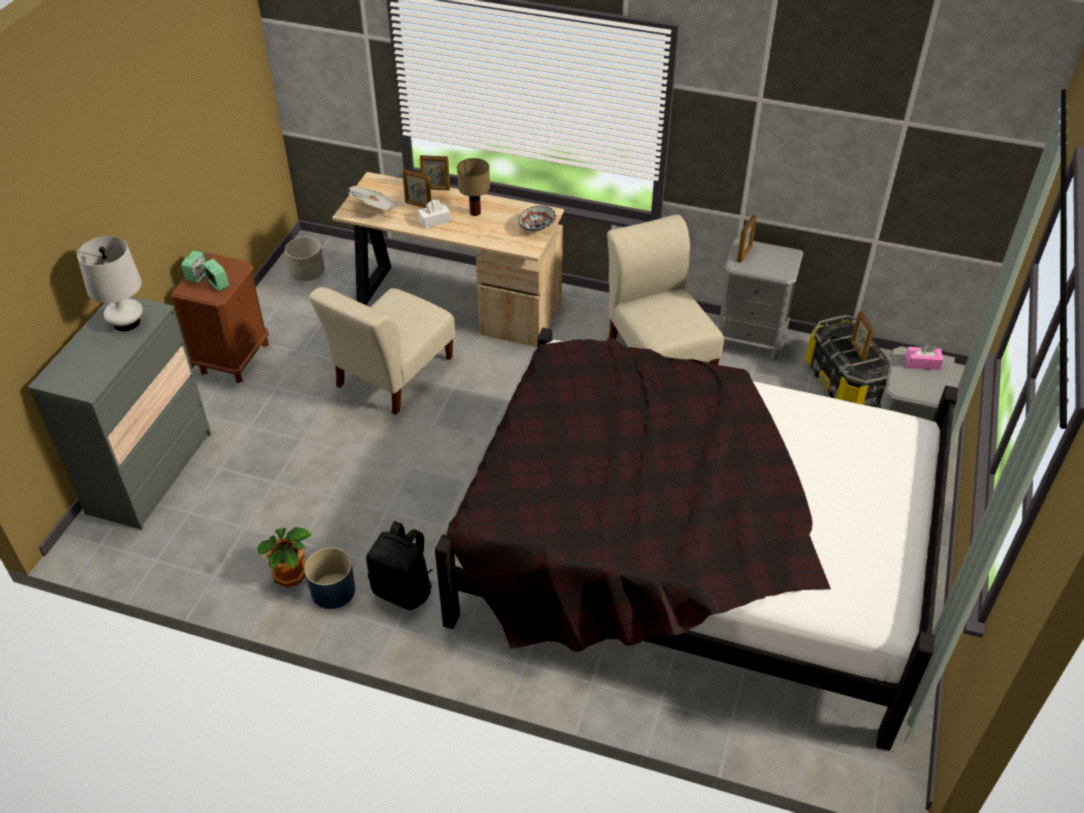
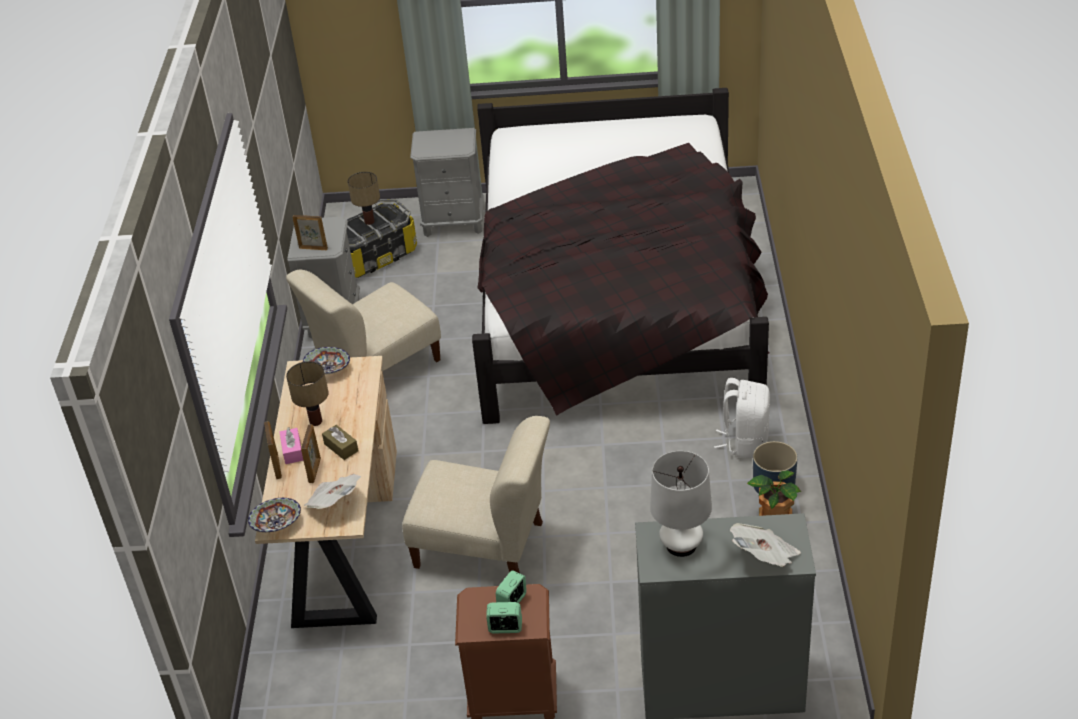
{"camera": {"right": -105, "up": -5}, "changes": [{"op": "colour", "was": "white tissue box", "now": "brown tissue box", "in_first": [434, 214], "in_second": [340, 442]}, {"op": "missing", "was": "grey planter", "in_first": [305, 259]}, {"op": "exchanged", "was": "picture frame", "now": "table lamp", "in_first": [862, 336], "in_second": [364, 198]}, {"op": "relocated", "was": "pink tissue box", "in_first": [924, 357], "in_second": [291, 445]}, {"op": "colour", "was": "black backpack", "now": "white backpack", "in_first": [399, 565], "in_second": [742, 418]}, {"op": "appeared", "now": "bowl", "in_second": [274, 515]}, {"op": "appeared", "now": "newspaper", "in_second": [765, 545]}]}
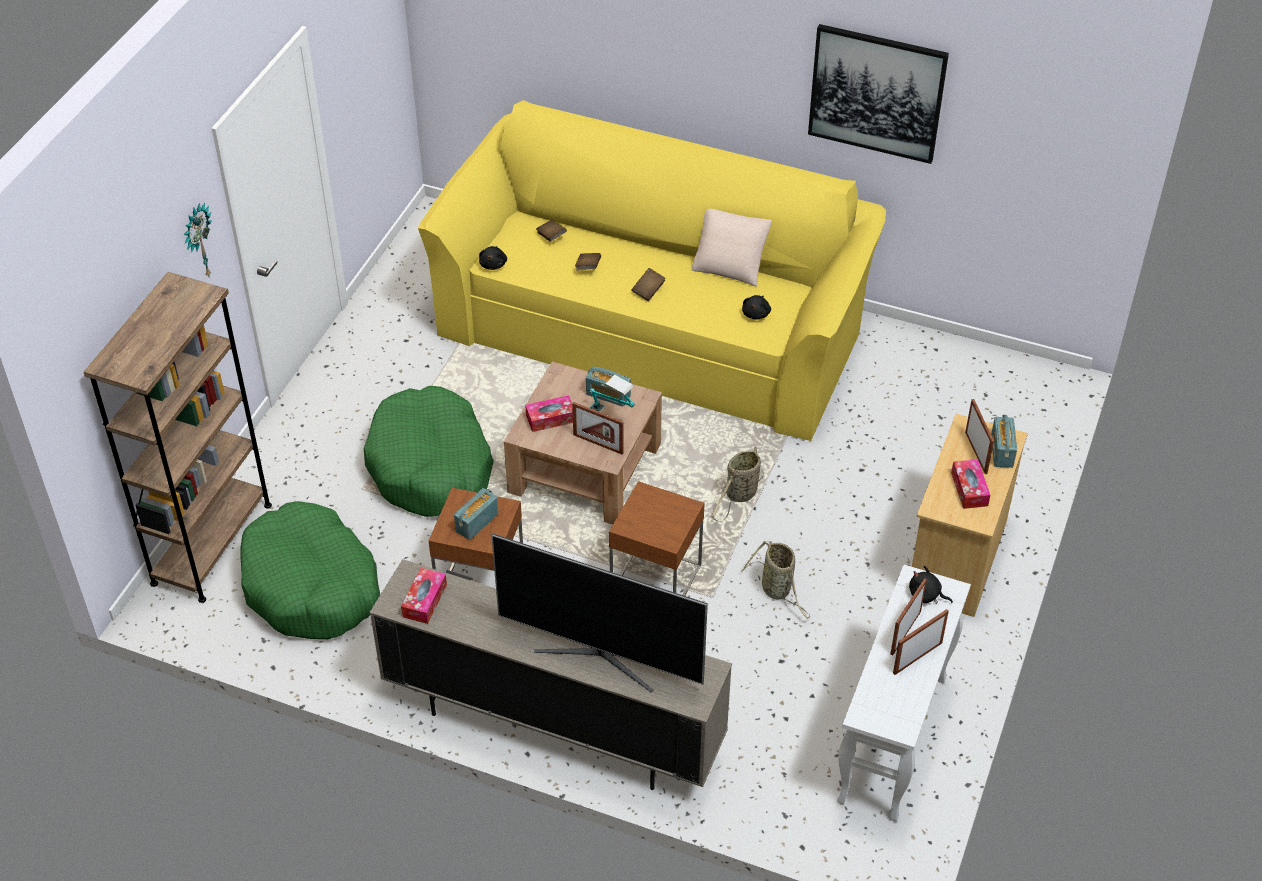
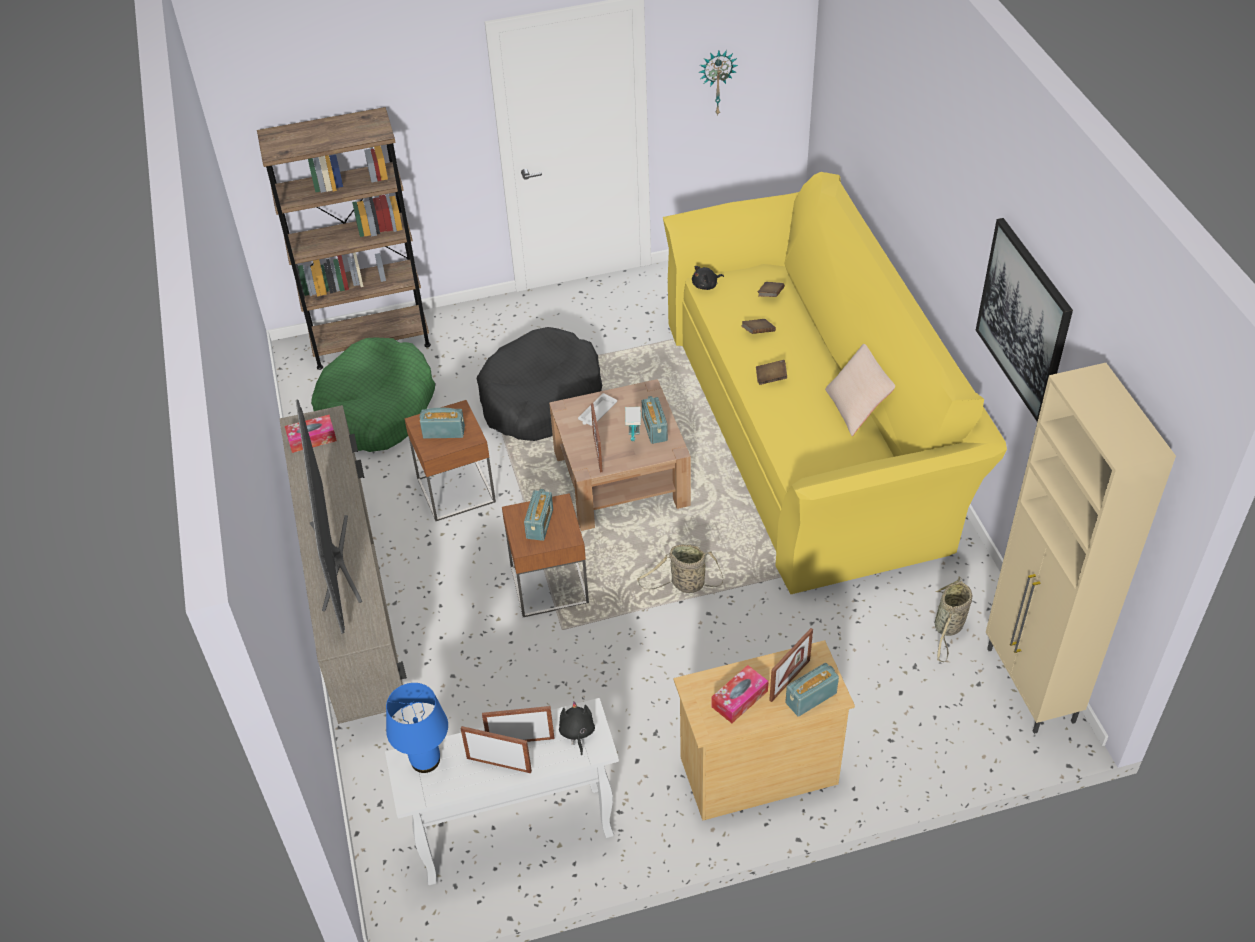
{"camera": {"right": 55, "up": 0}, "changes": [{"op": "relocated", "was": "wall clock", "in_first": [198, 240], "in_second": [718, 83]}, {"op": "missing", "was": "black plush toy", "in_first": [756, 307]}, {"op": "colour", "was": "green dog bed", "now": "black dog bed", "in_first": [429, 451], "in_second": [539, 384]}, {"op": "exchanged", "was": "tissue box", "now": "white tray", "in_first": [549, 413], "in_second": [597, 409]}, {"op": "relocated", "was": "basket", "in_first": [775, 580], "in_second": [953, 619]}, {"op": "appeared", "now": "beige cabinet", "in_second": [1081, 548]}, {"op": "appeared", "now": "radio", "in_second": [538, 515]}, {"op": "appeared", "now": "blue table lamp", "in_second": [417, 728]}]}
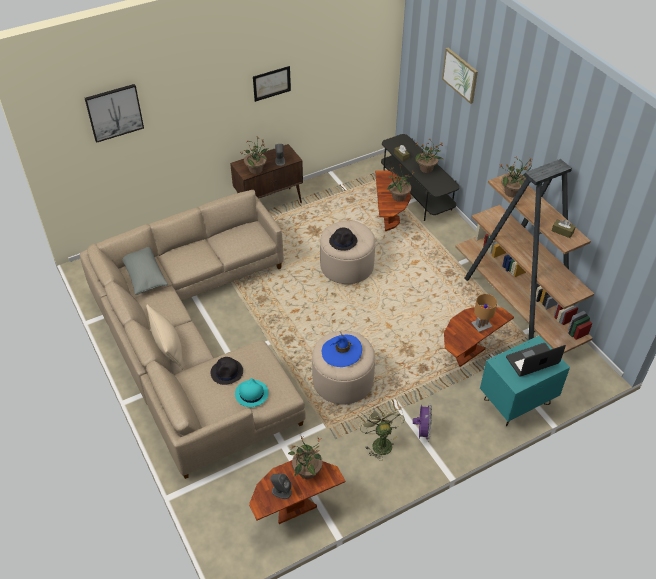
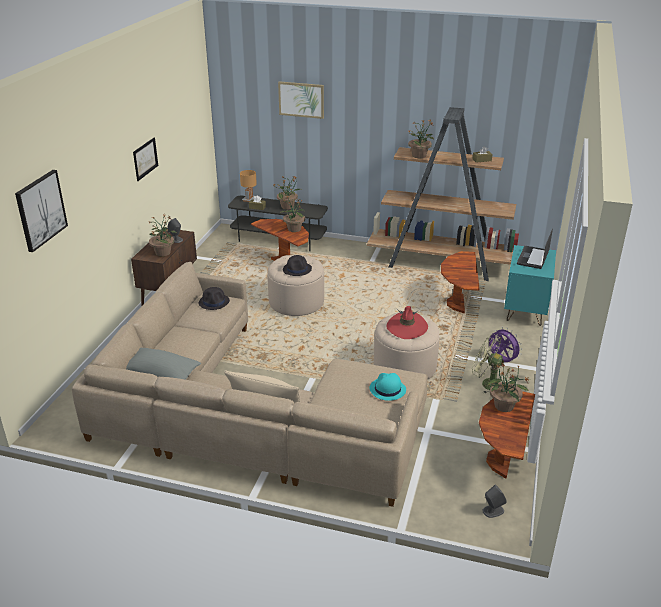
{"camera": {"right": -45, "up": -15}, "changes": [{"op": "relocated", "was": "brown table lamp", "in_first": [484, 313], "in_second": [248, 186]}, {"op": "colour", "was": "blue hat", "now": "red hat", "in_first": [342, 349], "in_second": [407, 322]}, {"op": "relocated", "was": "black hat", "in_first": [226, 371], "in_second": [214, 298]}, {"op": "relocated", "was": "grey speaker", "in_first": [281, 486], "in_second": [494, 501]}]}
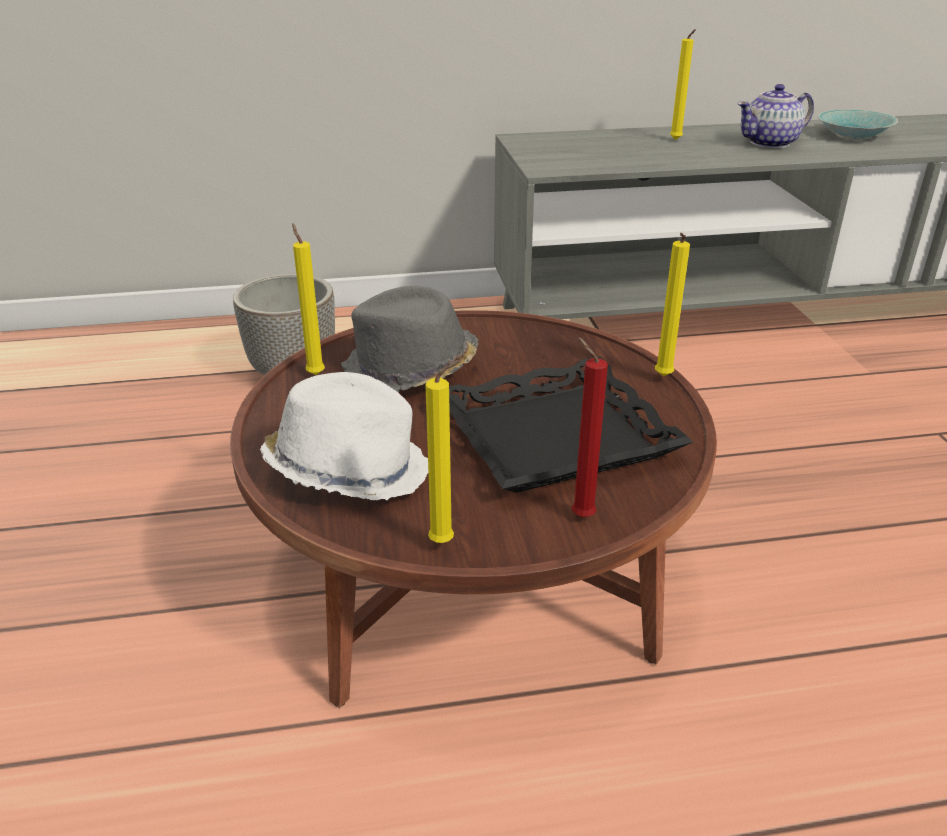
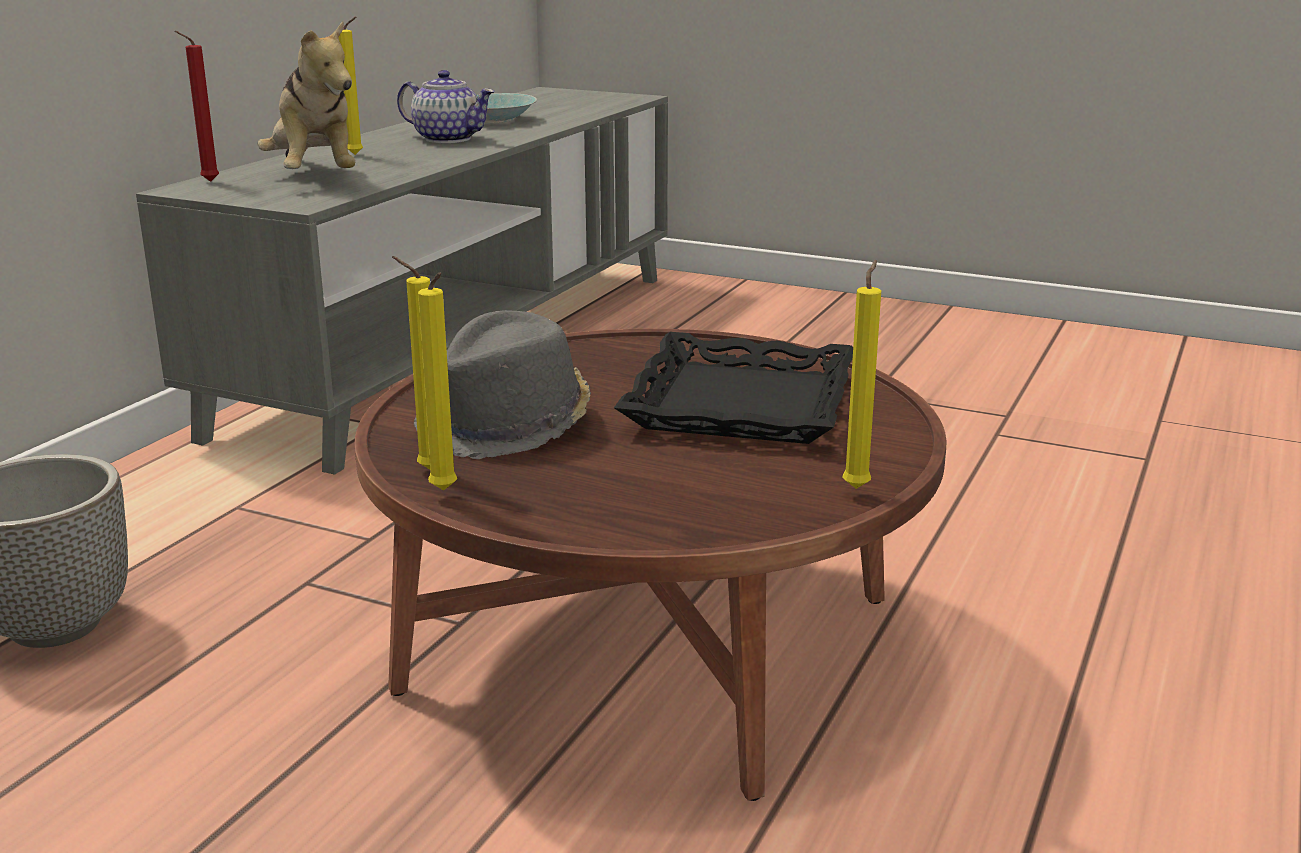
{"camera": {"right": -55, "up": -10}, "changes": [{"op": "spun", "was": "teapot", "in_first": [776, 116], "in_second": [446, 106], "clockwise": -75}, {"op": "relocated", "was": "yellow candle", "in_first": [672, 304], "in_second": [437, 381]}, {"op": "relocated", "was": "red candle", "in_first": [590, 427], "in_second": [197, 106]}, {"op": "missing", "was": "white hat", "in_first": [344, 436]}, {"op": "appeared", "now": "plush toy", "in_second": [306, 95]}]}
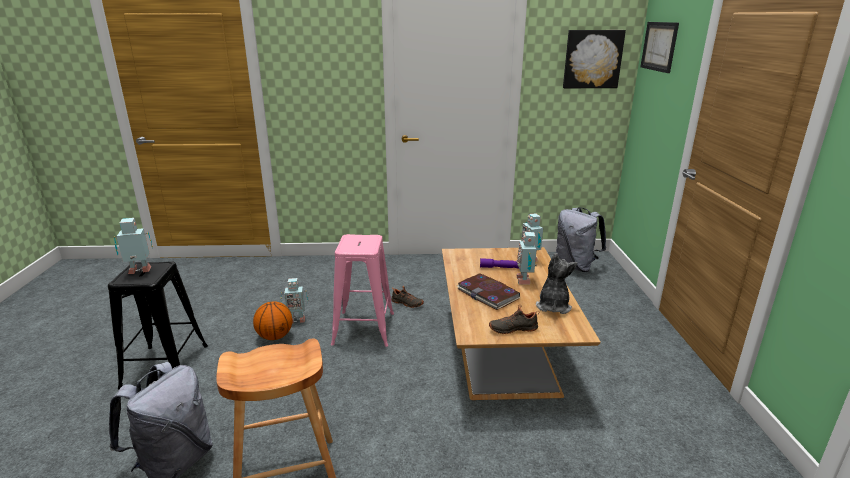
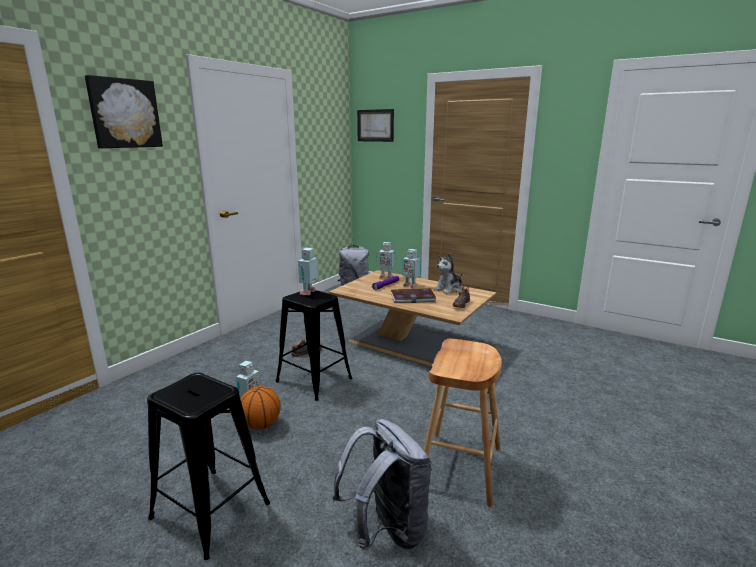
{"camera": {"right": -55, "up": -5}, "changes": [{"op": "relocated", "was": "picture", "in_first": [594, 59], "in_second": [124, 111]}, {"op": "relocated", "was": "toy robot", "in_first": [133, 246], "in_second": [308, 271]}, {"op": "colour", "was": "pink stool", "now": "black stool", "in_first": [362, 290], "in_second": [313, 345]}, {"op": "spun", "was": "plush toy", "in_first": [557, 283], "in_second": [448, 274], "clockwise": -90}]}
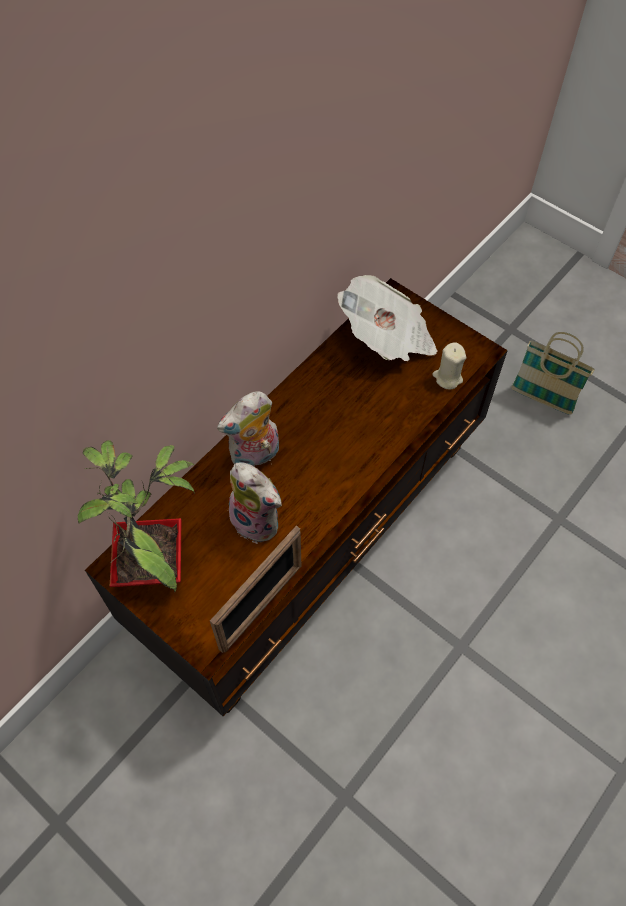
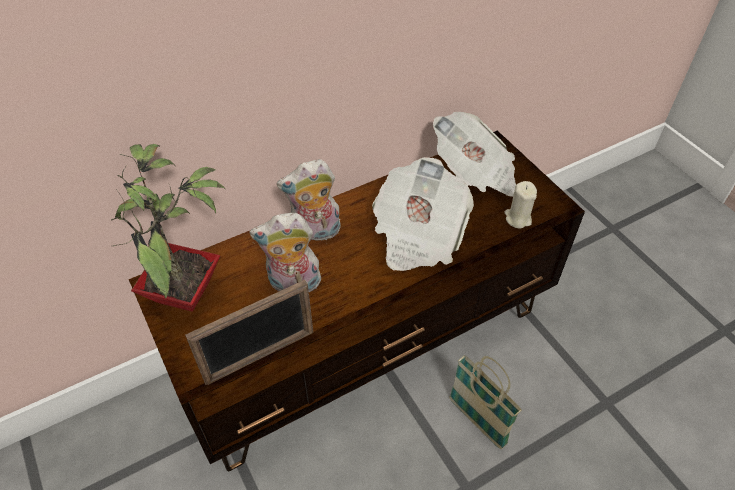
{"camera": {"right": 20, "up": -10}, "changes": [{"op": "relocated", "was": "basket", "in_first": [553, 373], "in_second": [485, 402]}, {"op": "spun", "was": "plush toy", "in_first": [255, 503], "in_second": [285, 252], "clockwise": 120}, {"op": "appeared", "now": "newspaper", "in_second": [423, 214]}]}
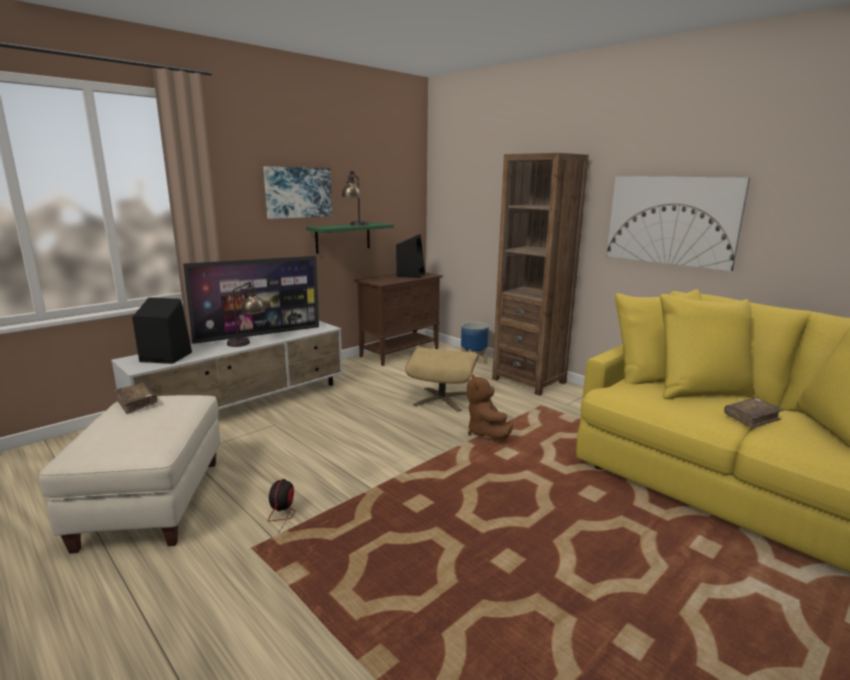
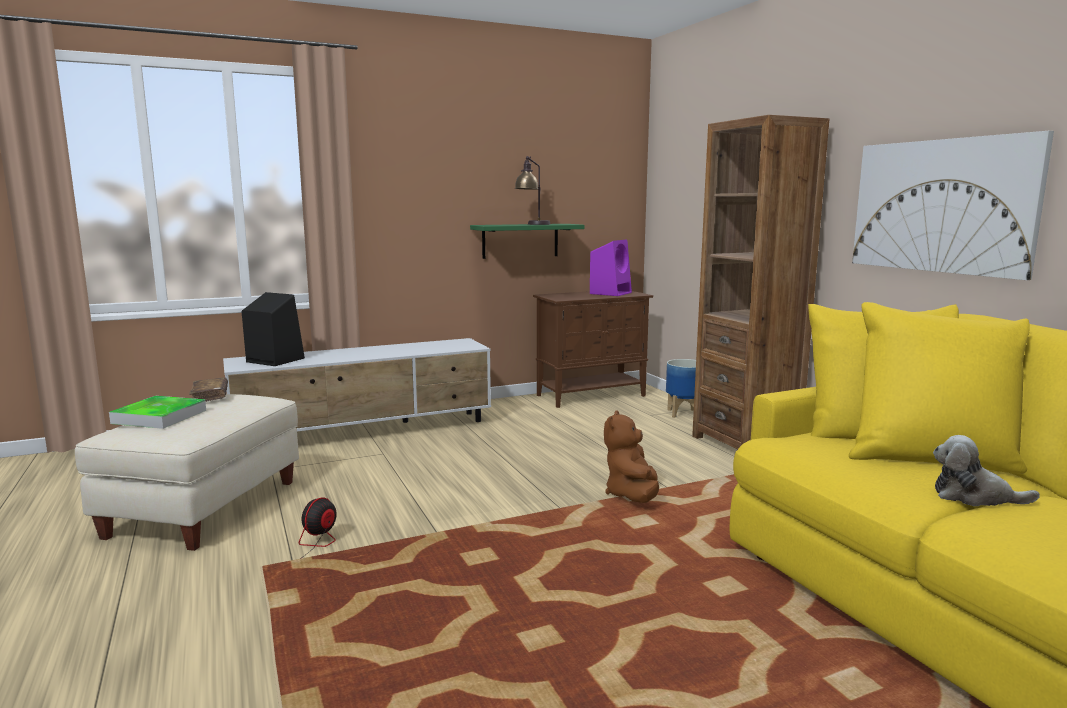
{"camera": {"right": 20, "up": -5}, "changes": [{"op": "missing", "was": "picture", "in_first": [297, 193]}, {"op": "colour", "was": "black speaker", "now": "purple speaker", "in_first": [410, 256], "in_second": [611, 267]}, {"op": "missing", "was": "television", "in_first": [251, 300]}, {"op": "missing", "was": "table lamp", "in_first": [246, 314]}, {"op": "missing", "was": "beige ottoman", "in_first": [442, 379]}, {"op": "exchanged", "was": "brown book", "now": "plush toy", "in_first": [754, 413], "in_second": [986, 470]}, {"op": "appeared", "now": "tray", "in_second": [157, 412]}]}
